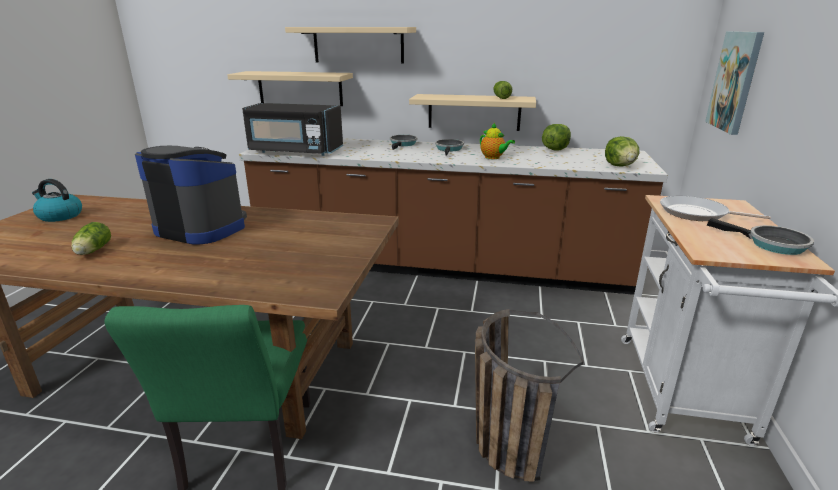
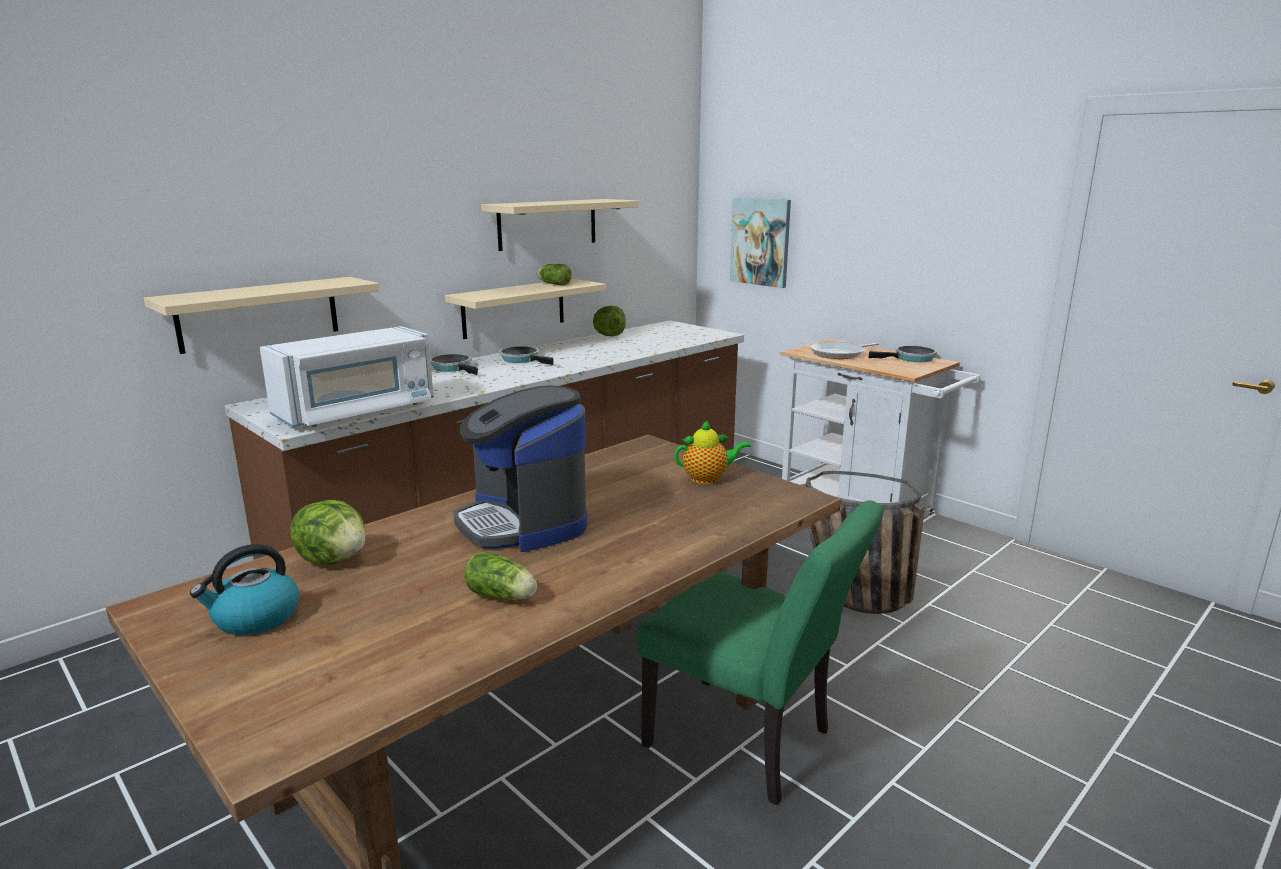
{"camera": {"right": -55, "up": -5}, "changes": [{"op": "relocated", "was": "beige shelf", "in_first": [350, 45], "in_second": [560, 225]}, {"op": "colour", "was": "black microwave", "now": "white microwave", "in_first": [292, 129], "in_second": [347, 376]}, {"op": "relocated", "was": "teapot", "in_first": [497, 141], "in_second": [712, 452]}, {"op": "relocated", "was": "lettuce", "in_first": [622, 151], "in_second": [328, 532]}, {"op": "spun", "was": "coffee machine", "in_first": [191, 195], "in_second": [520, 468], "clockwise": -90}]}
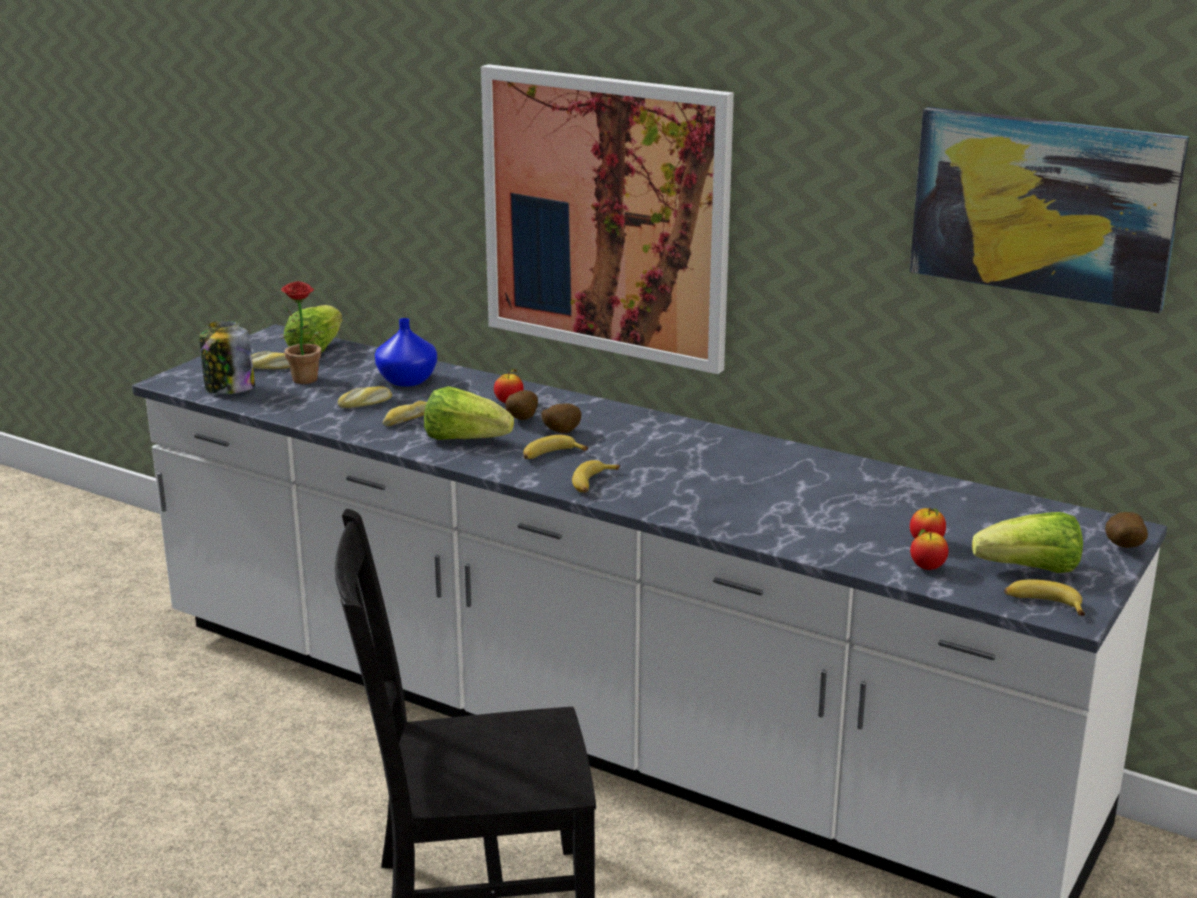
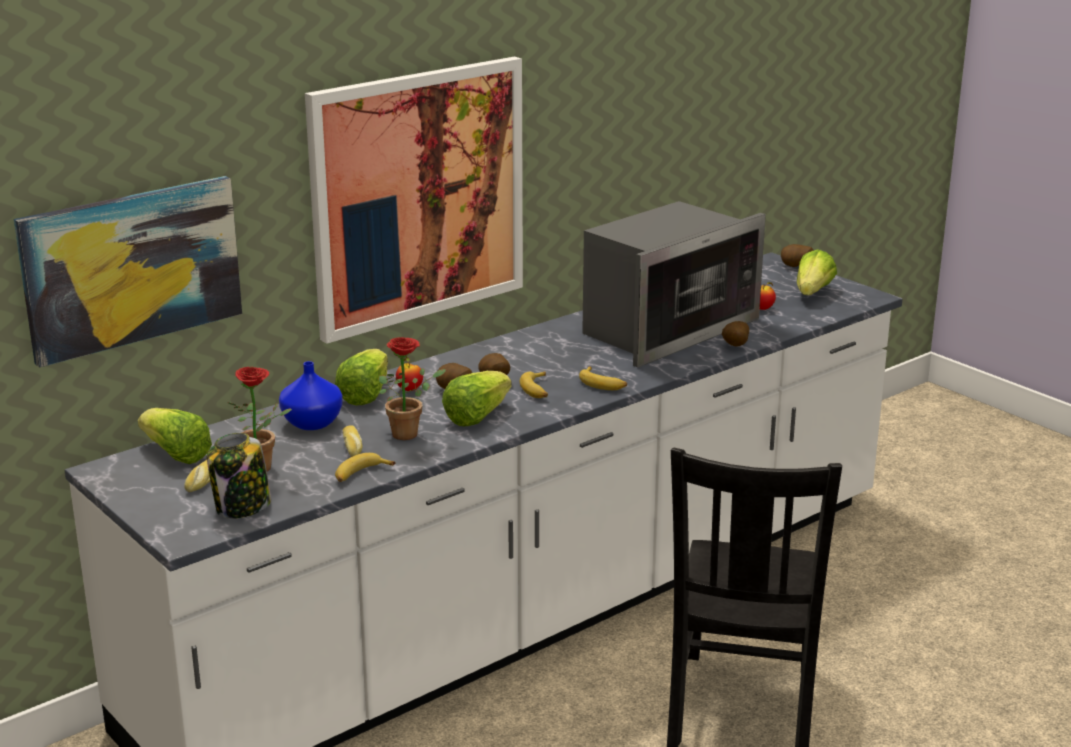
{"camera": {"right": -70, "up": 0}, "changes": [{"op": "relocated", "was": "picture", "in_first": [1049, 210], "in_second": [128, 272]}, {"op": "exchanged", "was": "bread", "now": "potted plant", "in_first": [405, 414], "in_second": [412, 388]}, {"op": "missing", "was": "apple", "in_first": [929, 549]}, {"op": "relocated", "was": "banana", "in_first": [1044, 597], "in_second": [365, 467]}, {"op": "appeared", "now": "microwave", "in_second": [674, 284]}, {"op": "appeared", "now": "potato", "in_second": [735, 334]}, {"op": "appeared", "now": "lettuce", "in_second": [361, 377]}]}
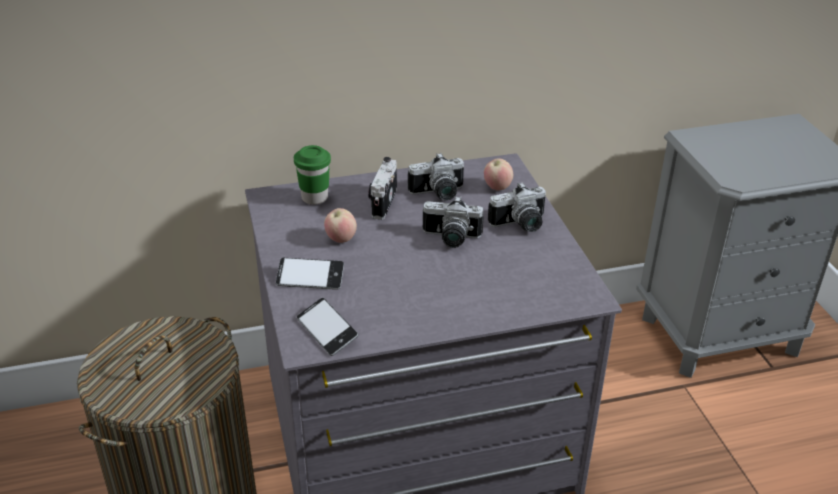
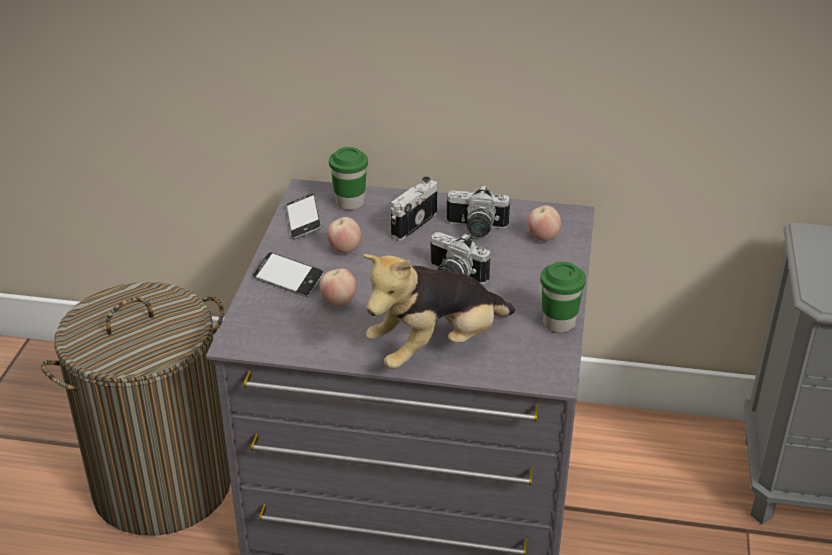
{"camera": {"right": 25, "up": 0}, "changes": [{"op": "missing", "was": "photo camera", "in_first": [517, 207]}, {"op": "relocated", "was": "phone", "in_first": [327, 327], "in_second": [304, 216]}, {"op": "appeared", "now": "plush toy", "in_second": [439, 311]}, {"op": "appeared", "now": "green cup", "in_second": [563, 297]}, {"op": "appeared", "now": "apple", "in_second": [338, 287]}]}
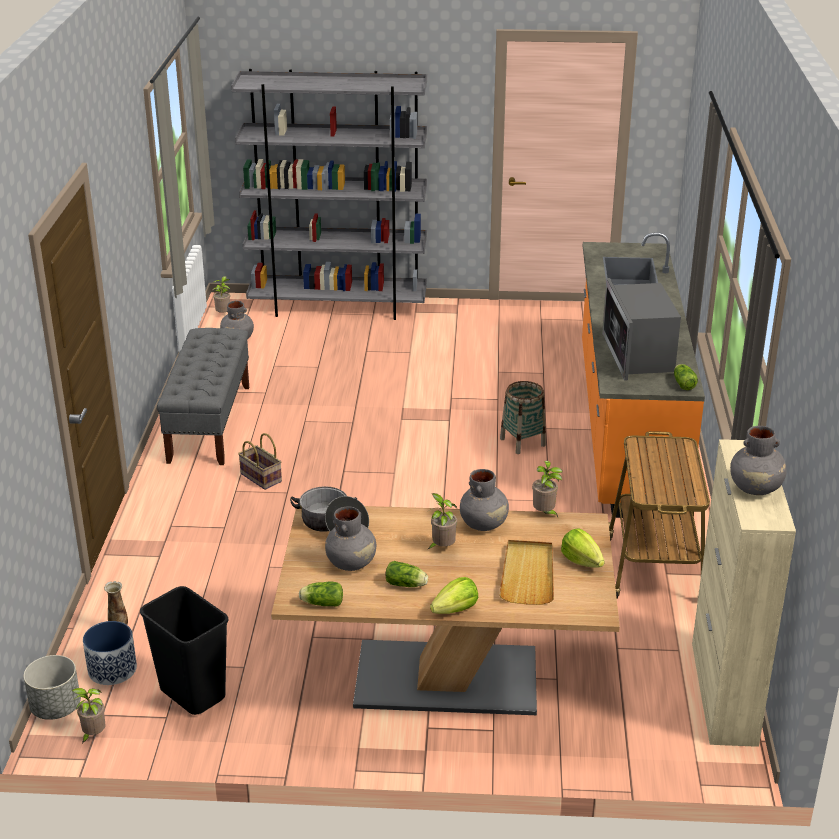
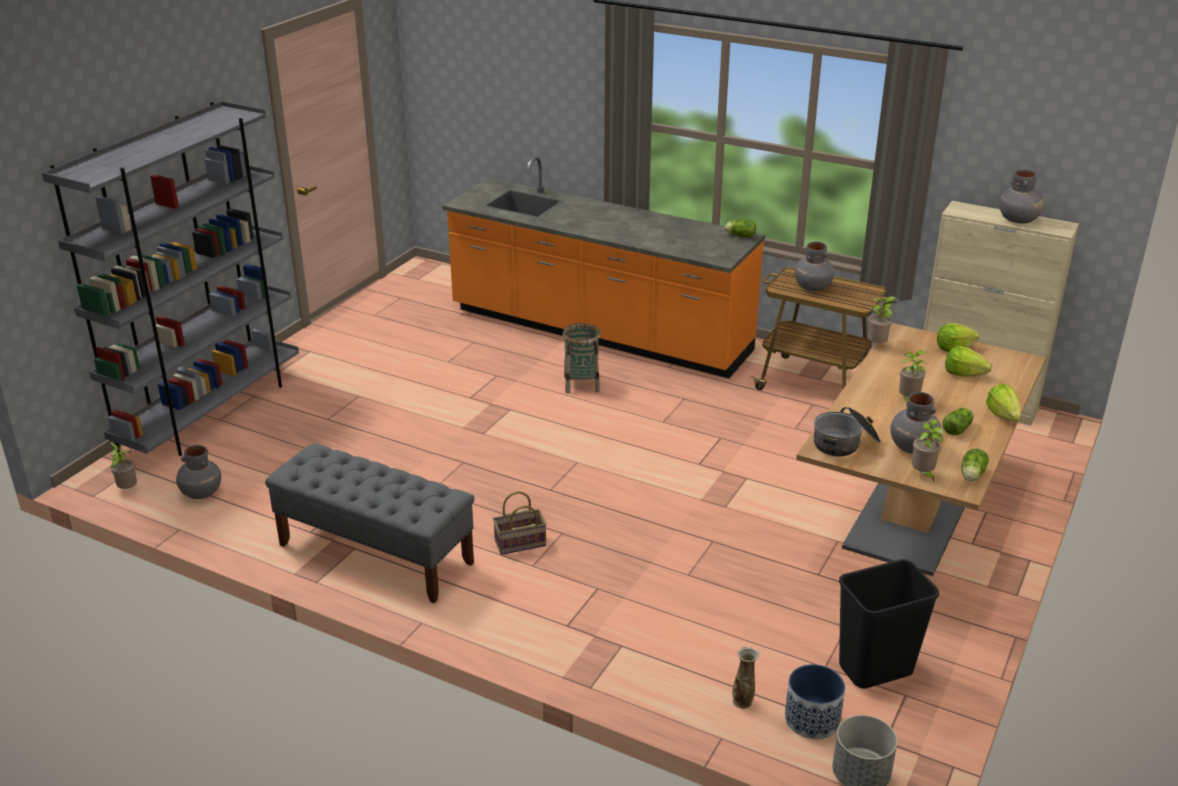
{"camera": {"right": -65, "up": 0}, "changes": [{"op": "missing", "was": "microwave", "in_first": [641, 329]}, {"op": "relocated", "was": "grey vase", "in_first": [484, 500], "in_second": [815, 266]}, {"op": "exchanged", "was": "beige tray", "now": "lettuce", "in_first": [526, 572], "in_second": [968, 361]}, {"op": "relocated", "was": "potted plant", "in_first": [88, 715], "in_second": [928, 450]}]}
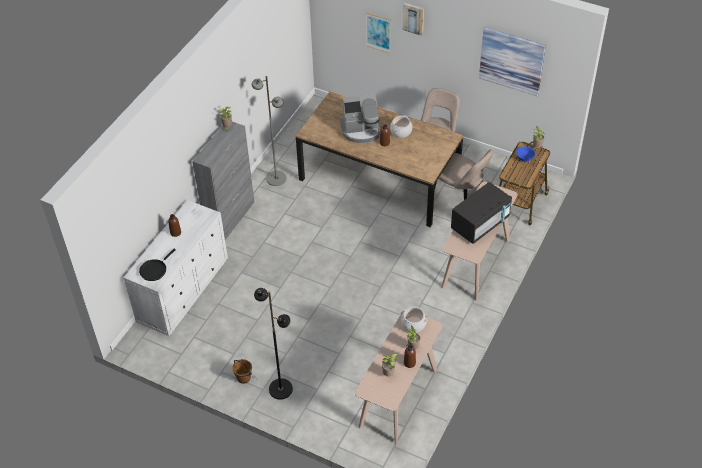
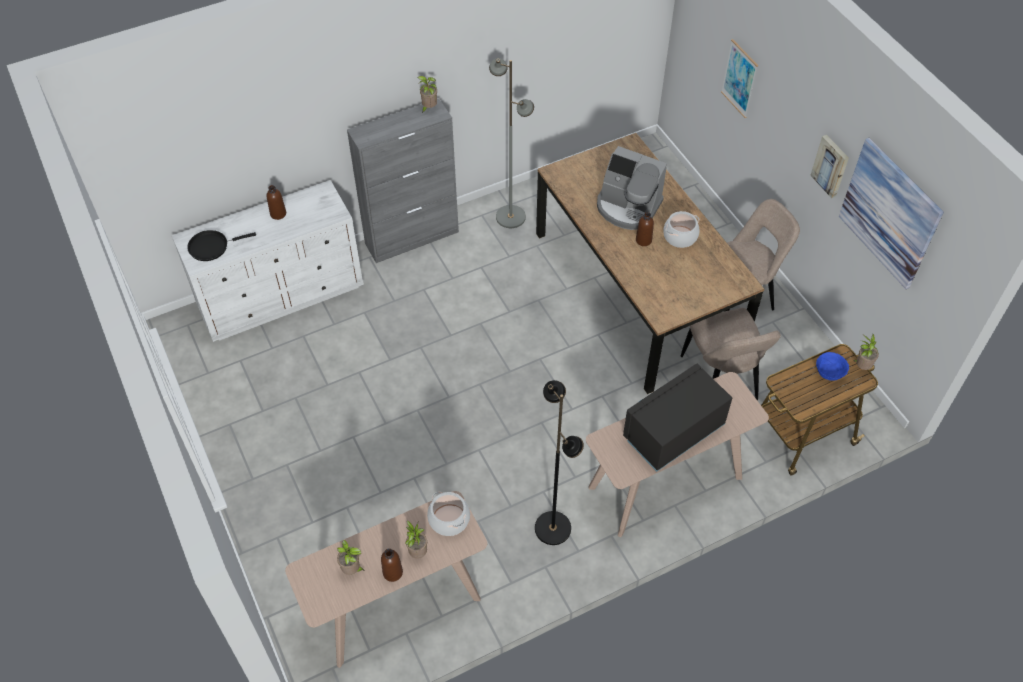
{"camera": {"right": 35, "up": 5}, "changes": [{"op": "relocated", "was": "picture", "in_first": [413, 19], "in_second": [829, 166]}, {"op": "spun", "was": "black microwave", "in_first": [481, 213], "in_second": [677, 417], "clockwise": 150}, {"op": "relocated", "was": "black floor lamp", "in_first": [273, 344], "in_second": [559, 462]}, {"op": "missing", "was": "brown bucket", "in_first": [242, 371]}]}
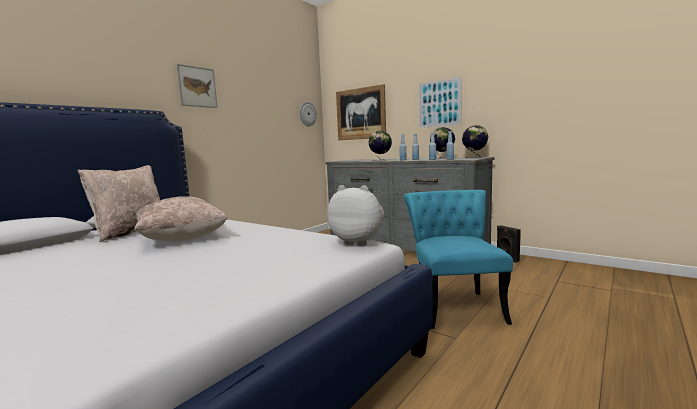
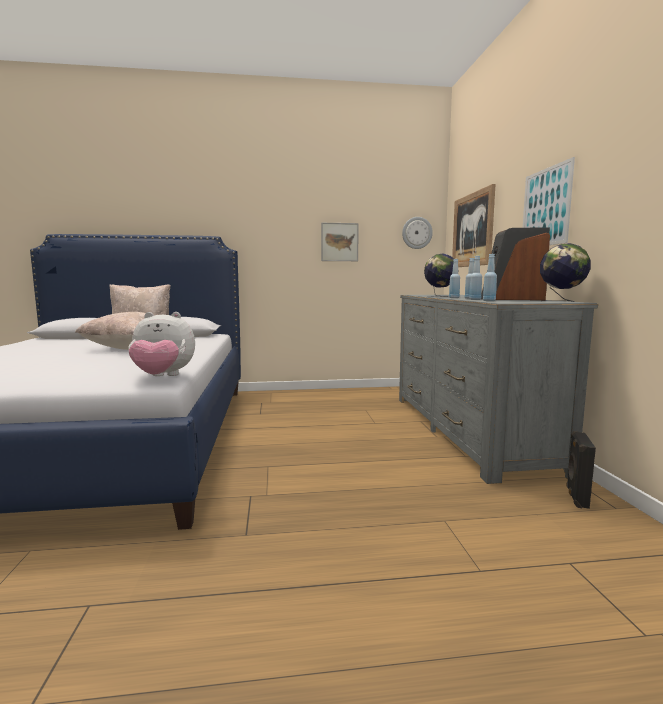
{"camera": {"right": 45, "up": 0}, "changes": [{"op": "relocated", "was": "picture", "in_first": [197, 86], "in_second": [340, 242]}, {"op": "exchanged", "was": "globe", "now": "speaker", "in_first": [442, 143], "in_second": [515, 263]}, {"op": "spun", "was": "plush toy", "in_first": [355, 215], "in_second": [162, 344], "clockwise": 105}, {"op": "missing", "was": "turquoise chair", "in_first": [458, 259]}]}
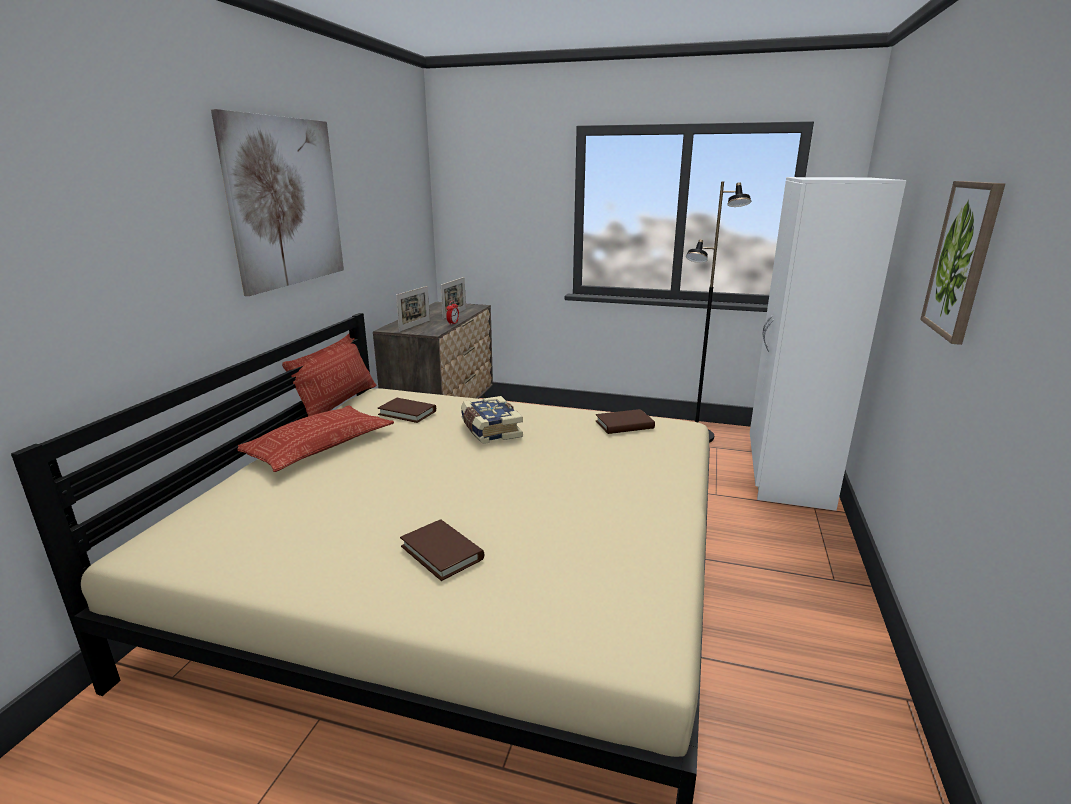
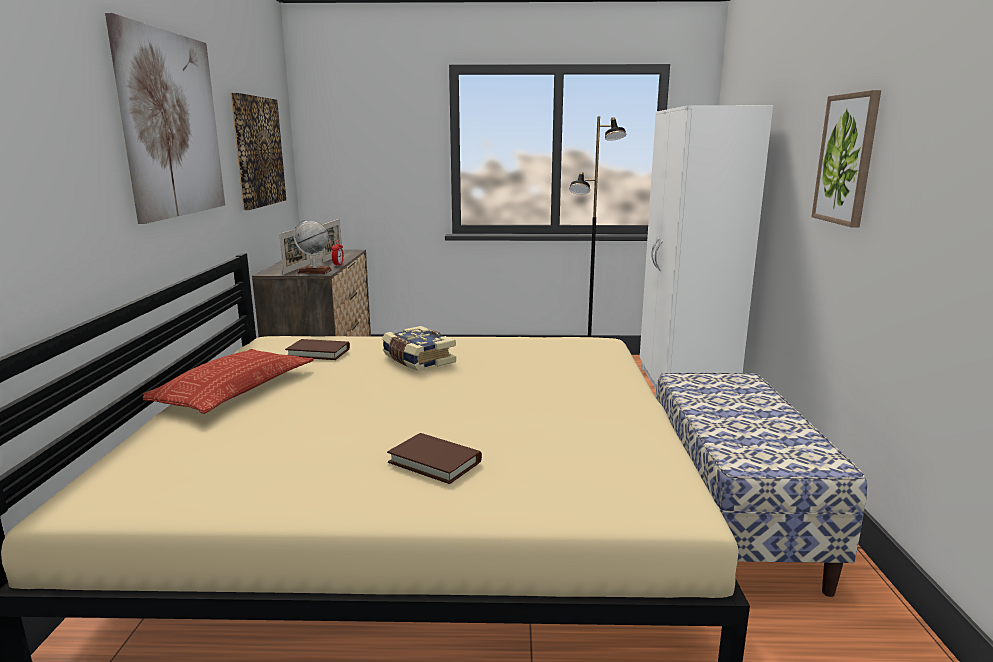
{"camera": {"right": -15, "up": -5}, "changes": [{"op": "missing", "was": "pillow", "in_first": [329, 375]}, {"op": "missing", "was": "brown book", "in_first": [625, 421]}, {"op": "appeared", "now": "picture", "in_second": [258, 151]}, {"op": "appeared", "now": "globe", "in_second": [312, 246]}, {"op": "appeared", "now": "bench", "in_second": [761, 485]}]}
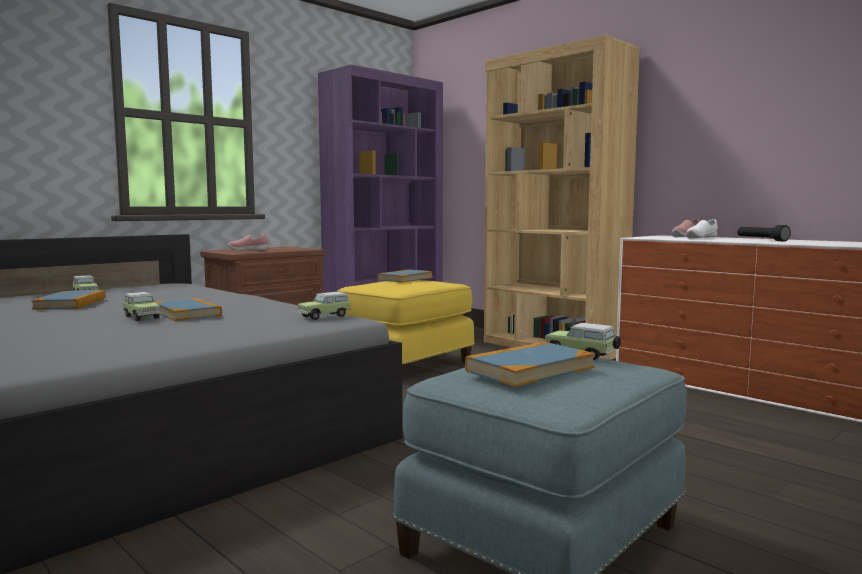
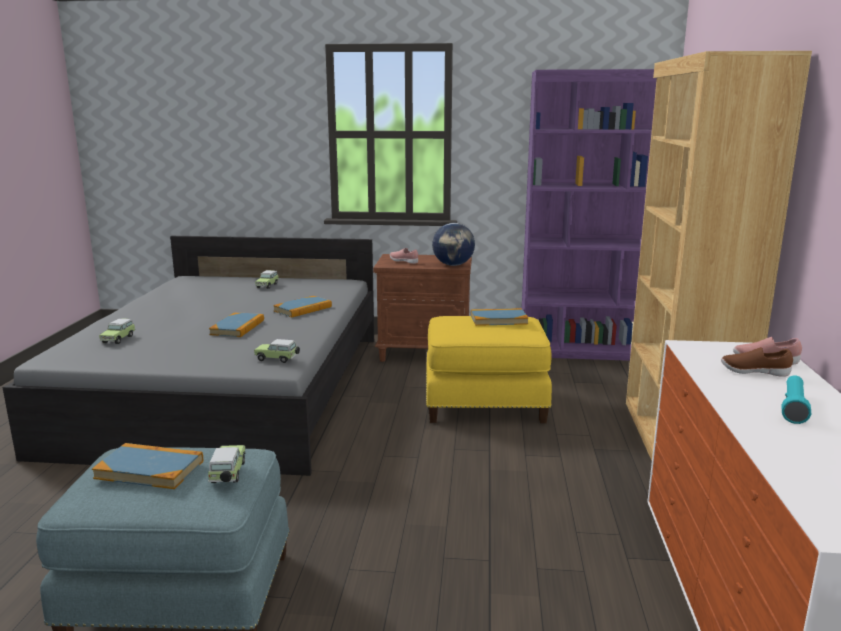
{"camera": {"right": 50, "up": 10}, "changes": [{"op": "colour", "was": "white shoe", "now": "brown shoe", "in_first": [701, 228], "in_second": [757, 362]}, {"op": "colour", "was": "black flashlight", "now": "turquoise flashlight", "in_first": [764, 233], "in_second": [796, 399]}, {"op": "relocated", "was": "book", "in_first": [68, 300], "in_second": [302, 307]}, {"op": "relocated", "was": "toy car", "in_first": [142, 306], "in_second": [117, 331]}, {"op": "appeared", "now": "globe", "in_second": [453, 244]}]}
